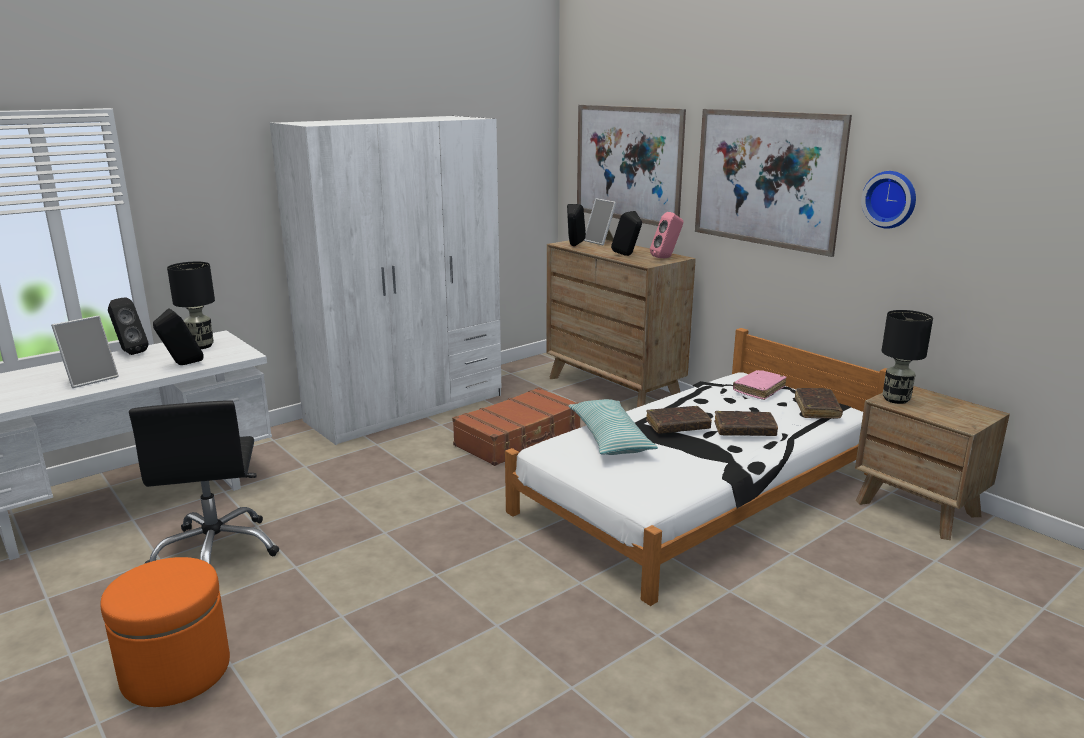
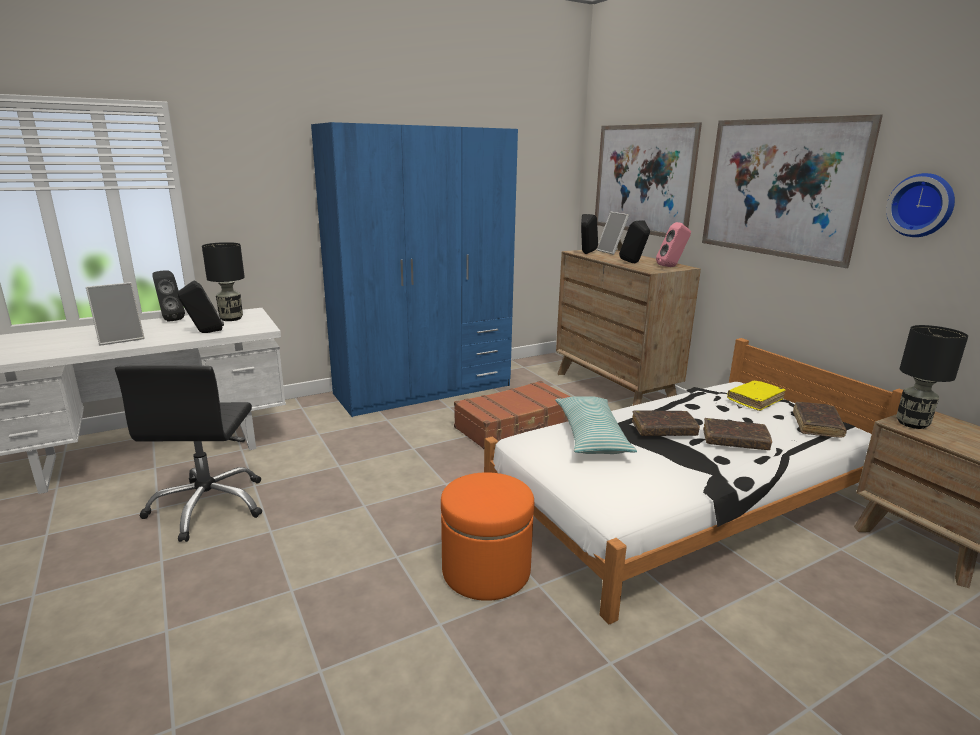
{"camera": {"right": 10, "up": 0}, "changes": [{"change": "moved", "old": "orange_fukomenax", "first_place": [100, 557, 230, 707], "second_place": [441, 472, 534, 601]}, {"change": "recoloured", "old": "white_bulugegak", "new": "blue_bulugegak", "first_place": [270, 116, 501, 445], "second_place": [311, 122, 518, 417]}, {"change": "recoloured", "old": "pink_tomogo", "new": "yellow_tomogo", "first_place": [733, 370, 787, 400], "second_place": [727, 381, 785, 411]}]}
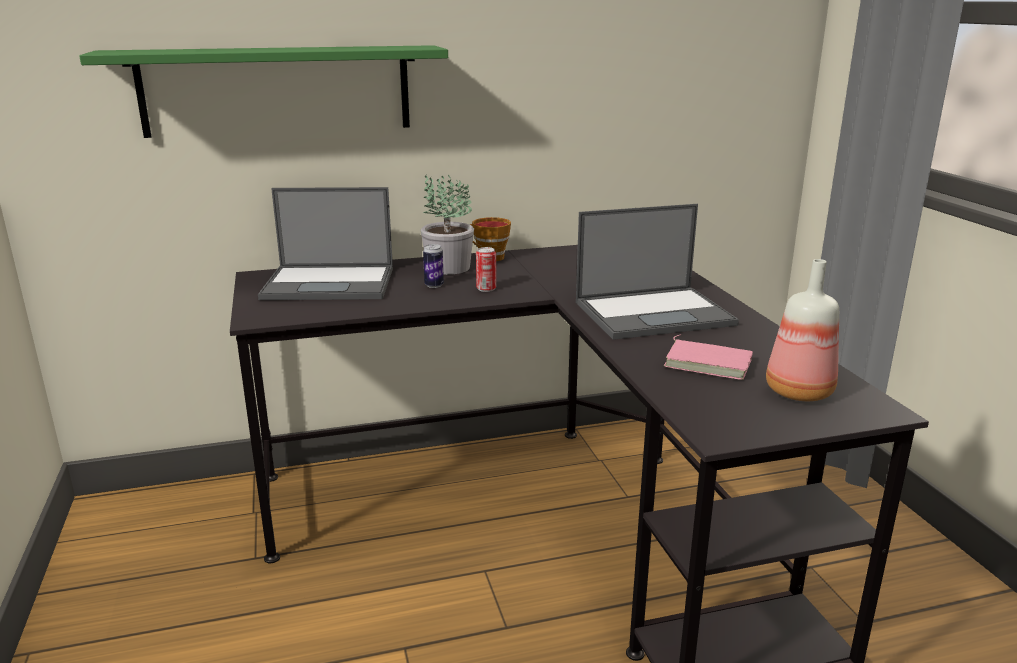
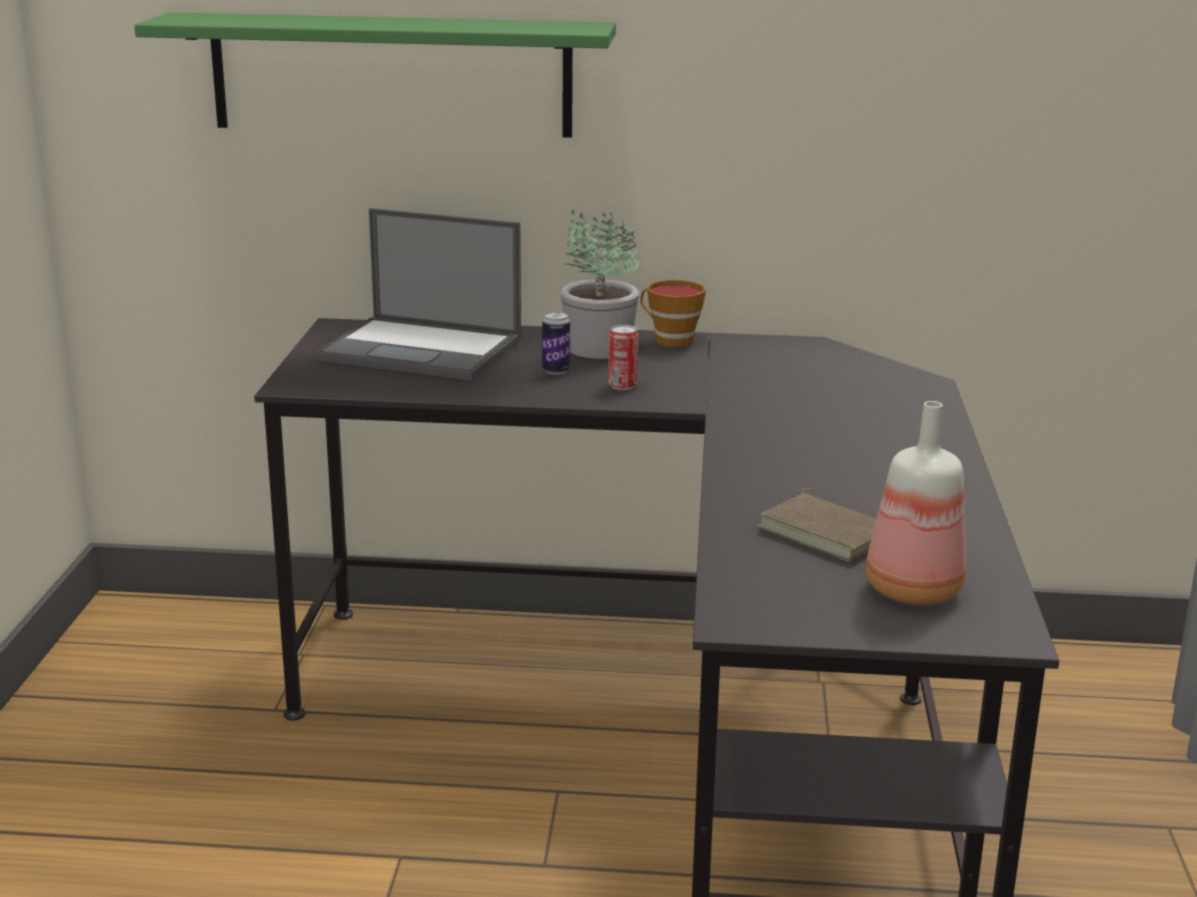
{"camera": {"right": 20, "up": 0}, "changes": [{"change": "removed", "old": "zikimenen", "first_place": [576, 204, 739, 340]}, {"change": "recoloured", "old": "pink_tomogo", "new": "brown_tomogo", "first_place": [664, 335, 753, 380], "second_place": [758, 488, 876, 562]}]}
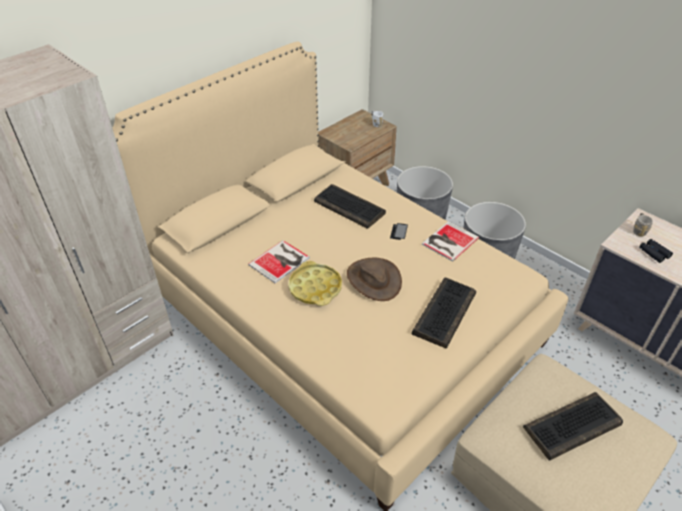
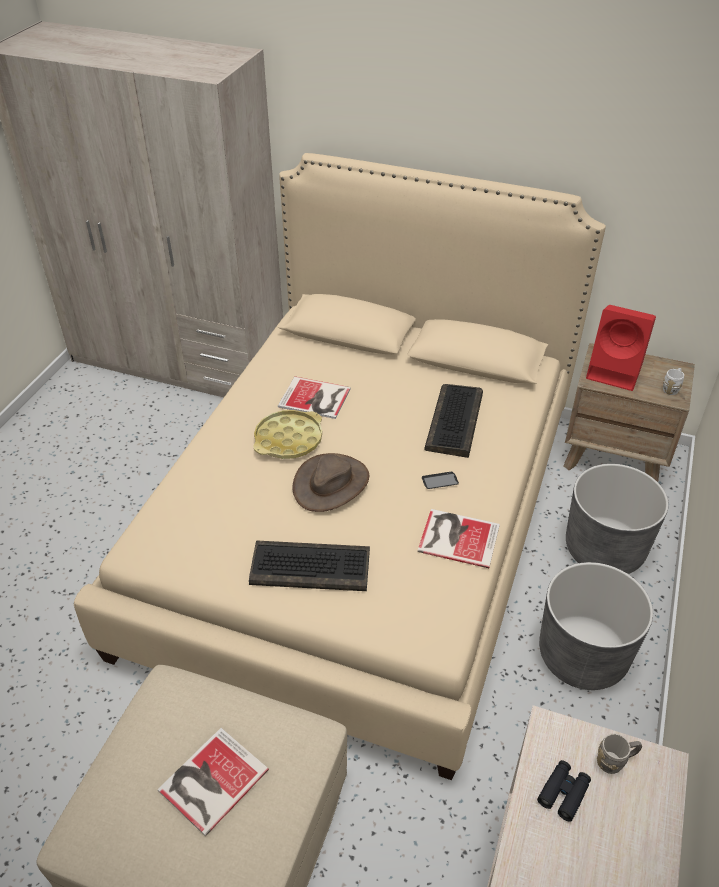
{"camera": {"right": 65, "up": 0}, "changes": [{"change": "replaced", "old": "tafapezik", "new": "tomogo", "first_place": [523, 392, 623, 461], "second_place": [158, 728, 269, 836]}, {"change": "added", "new": "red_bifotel", "second_place": [586, 305, 656, 391]}]}
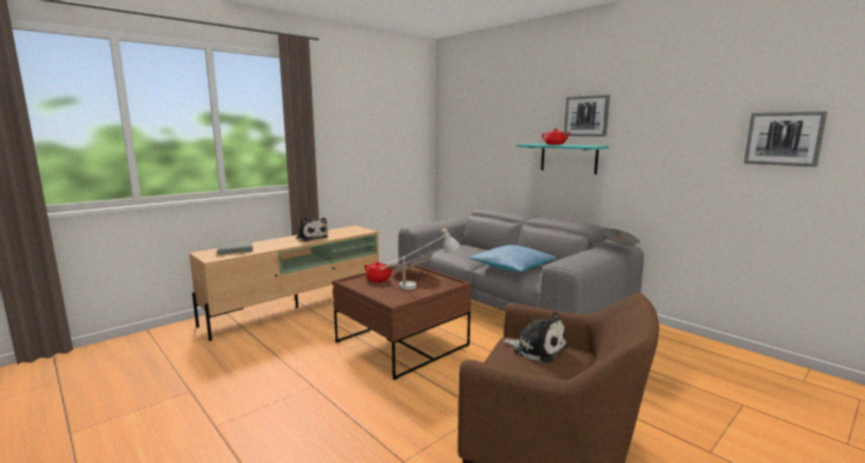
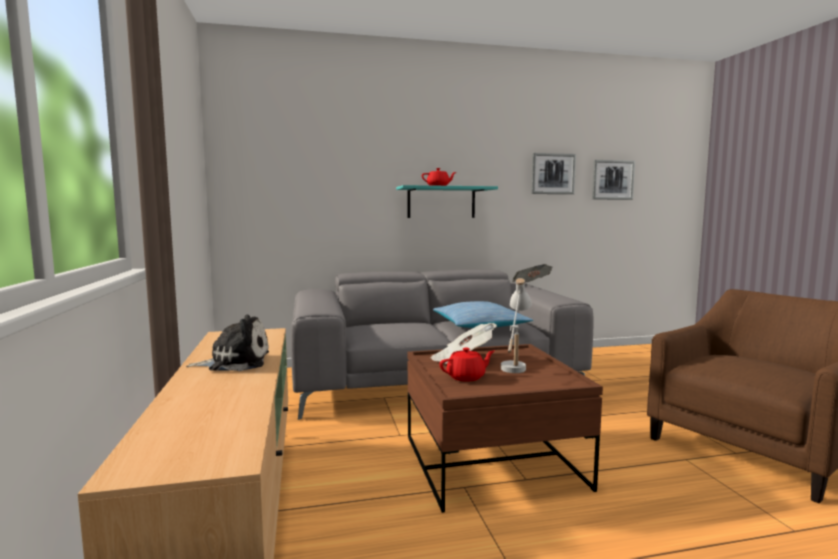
{"camera": {"right": -60, "up": -5}, "changes": [{"change": "removed", "old": "grey_tomogo", "first_place": [217, 240, 253, 255]}, {"change": "removed", "old": "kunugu", "first_place": [502, 312, 567, 363]}, {"change": "moved", "old": "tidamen", "first_place": [564, 95, 610, 137], "second_place": [531, 153, 576, 194]}]}
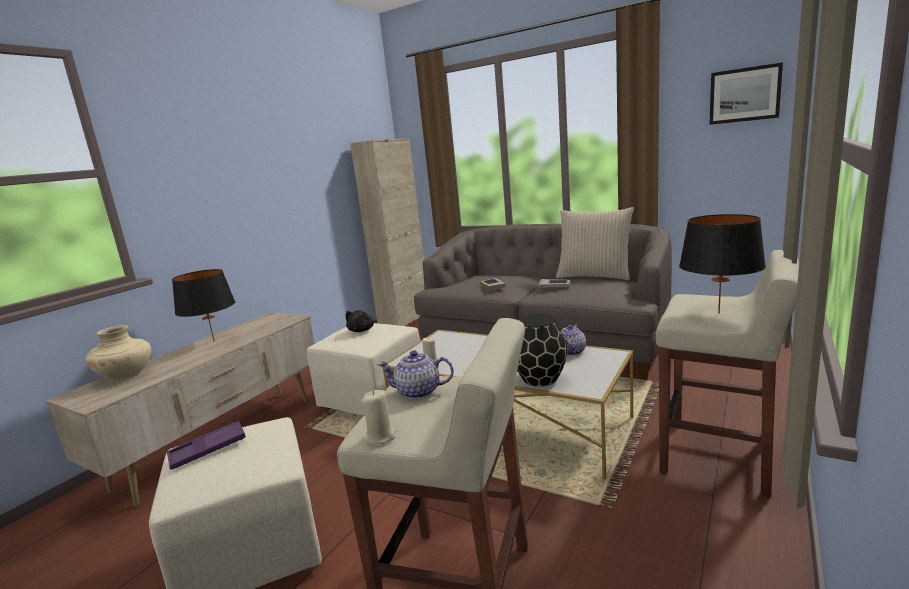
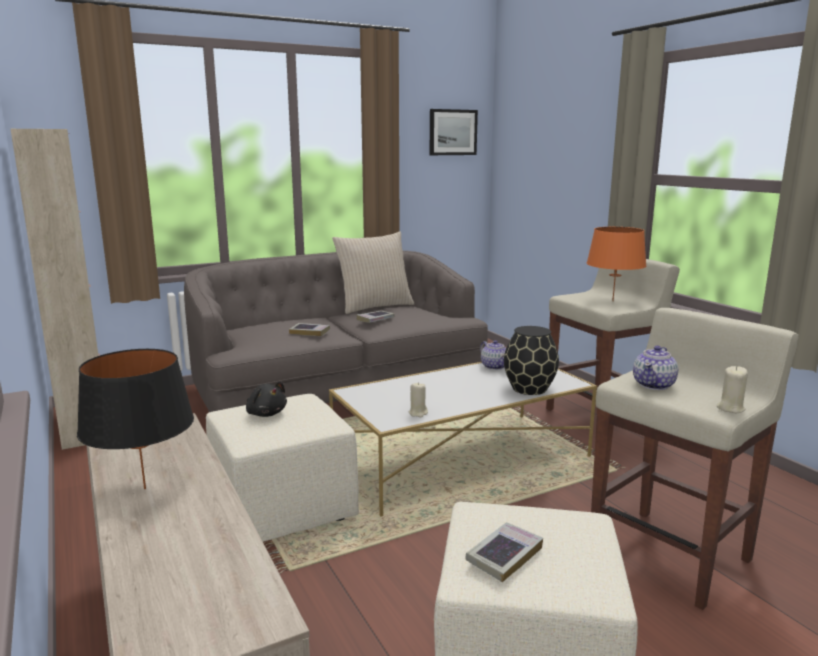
{"camera": {"right": -60, "up": 0}, "changes": [{"change": "removed", "old": "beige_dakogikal", "first_place": [86, 325, 152, 380]}, {"change": "replaced", "old": "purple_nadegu", "new": "tomogo", "first_place": [167, 421, 246, 470], "second_place": [465, 523, 543, 582]}, {"change": "recoloured", "old": "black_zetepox", "new": "orange_zetepox", "first_place": [679, 214, 766, 314], "second_place": [587, 227, 647, 301]}]}
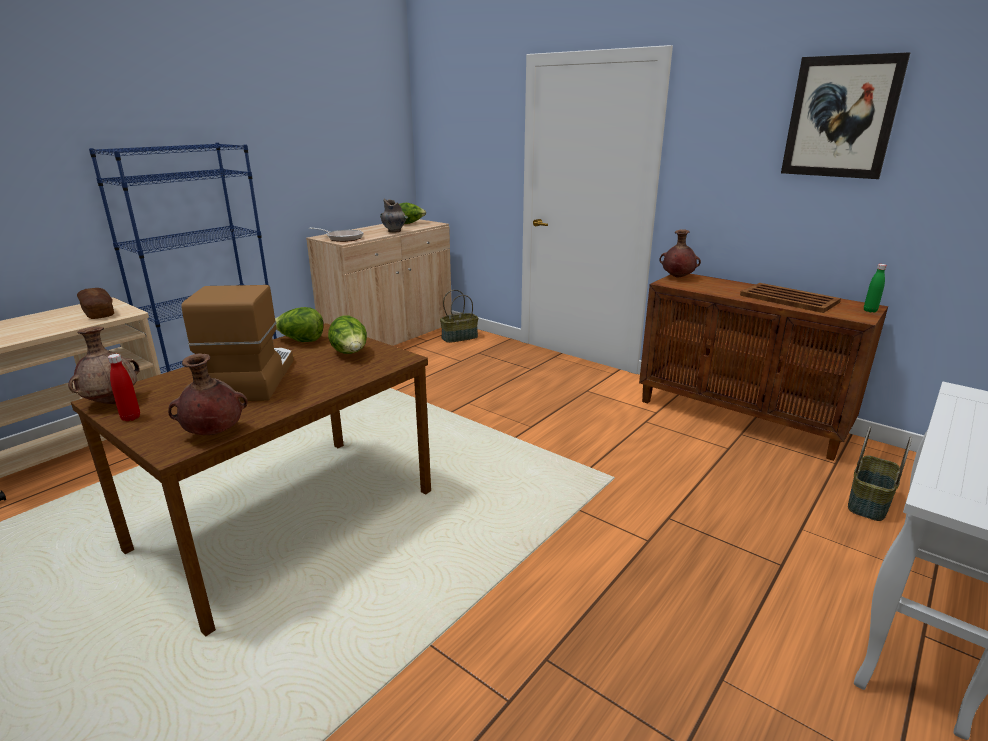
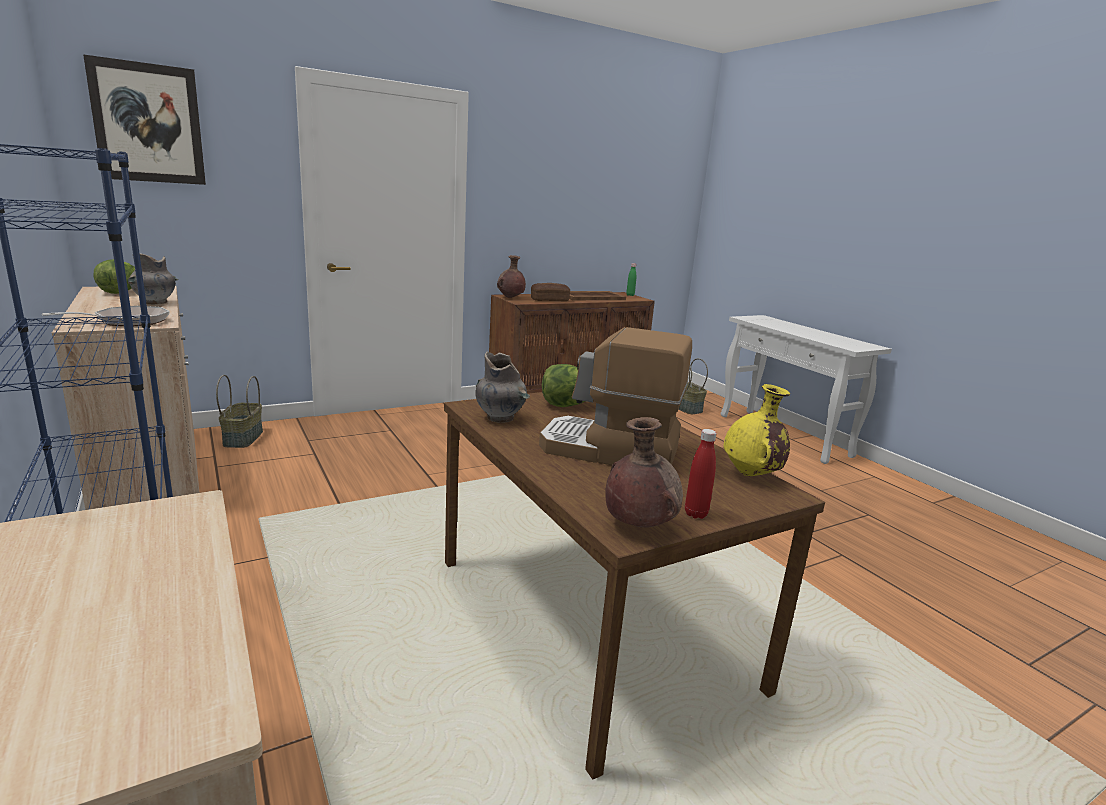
{"camera": {"right": -70, "up": -5}, "changes": [{"change": "moved", "old": "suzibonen", "first_place": [77, 288, 114, 319], "second_place": [531, 283, 570, 301]}, {"change": "recoloured", "old": "brown_dakogikal", "new": "yellow_dakogikal", "first_place": [168, 353, 248, 435], "second_place": [723, 384, 790, 476]}, {"change": "replaced", "old": "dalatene", "new": "grey_dakogikal", "first_place": [275, 307, 324, 342], "second_place": [475, 352, 530, 423]}, {"change": "moved", "old": "tidamen", "first_place": [781, 52, 910, 179], "second_place": [83, 54, 206, 185]}]}
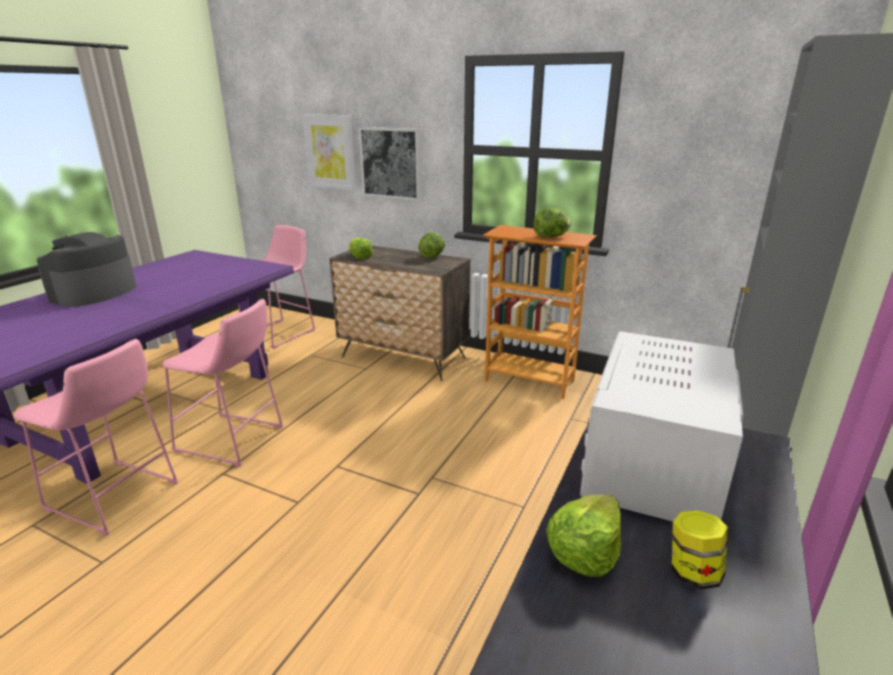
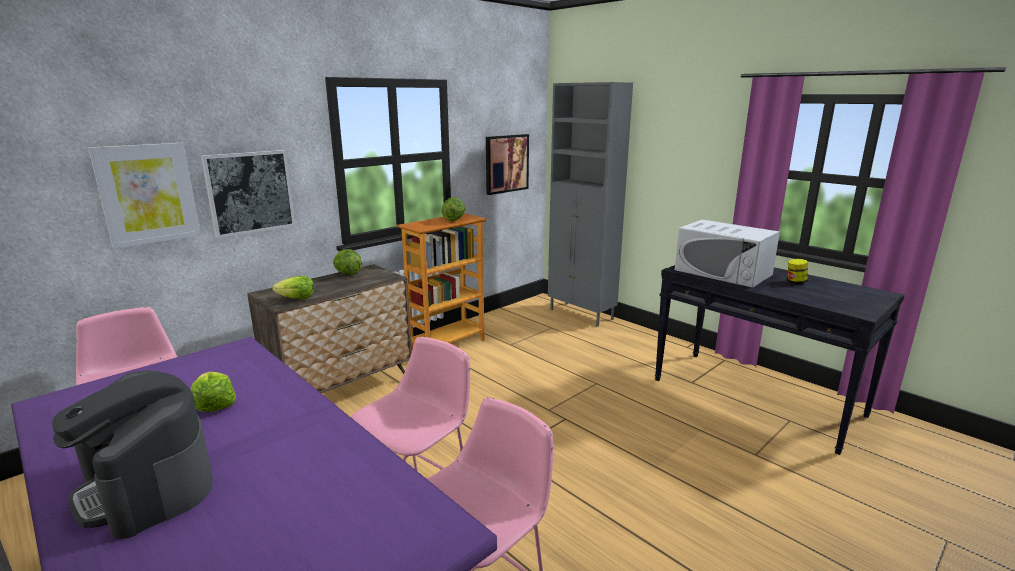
{"camera": {"right": -70, "up": -5}, "changes": [{"change": "moved", "old": "dalatene", "first_place": [546, 494, 621, 577], "second_place": [190, 372, 236, 412]}, {"change": "added", "new": "tidamen", "second_place": [486, 134, 529, 195]}]}
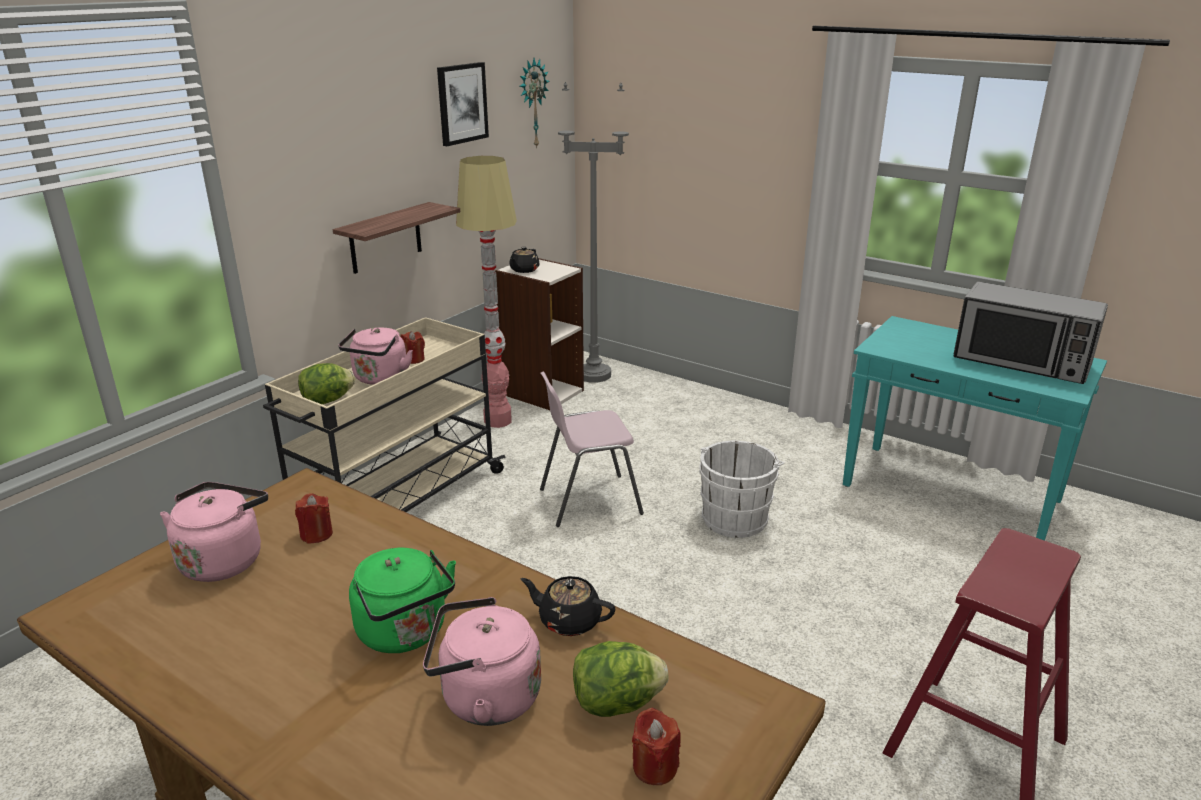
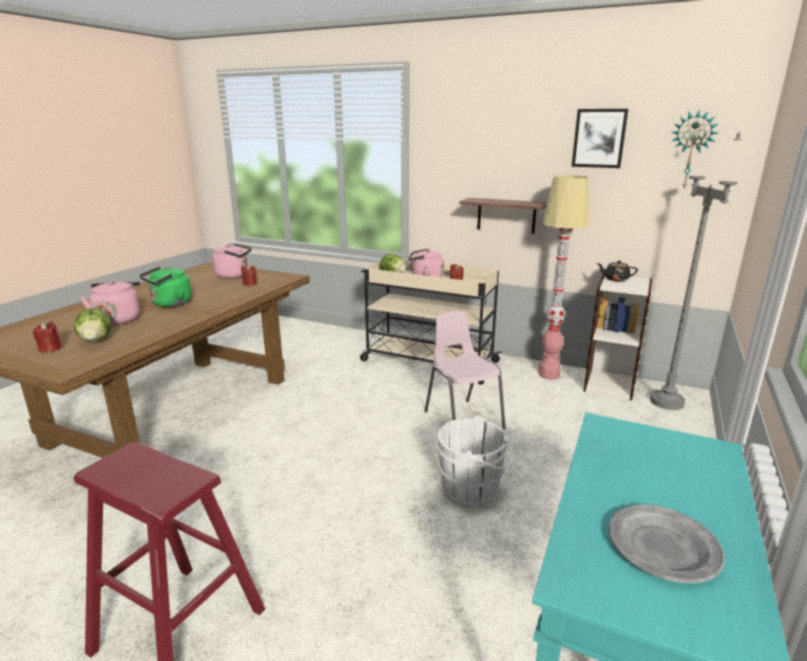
{"camera": {"right": 80, "up": -5}, "changes": [{"change": "removed", "old": "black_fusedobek", "first_place": [520, 576, 615, 636]}, {"change": "replaced", "old": "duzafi", "new": "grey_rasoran", "first_place": [954, 282, 1108, 384], "second_place": [608, 504, 725, 583]}]}
